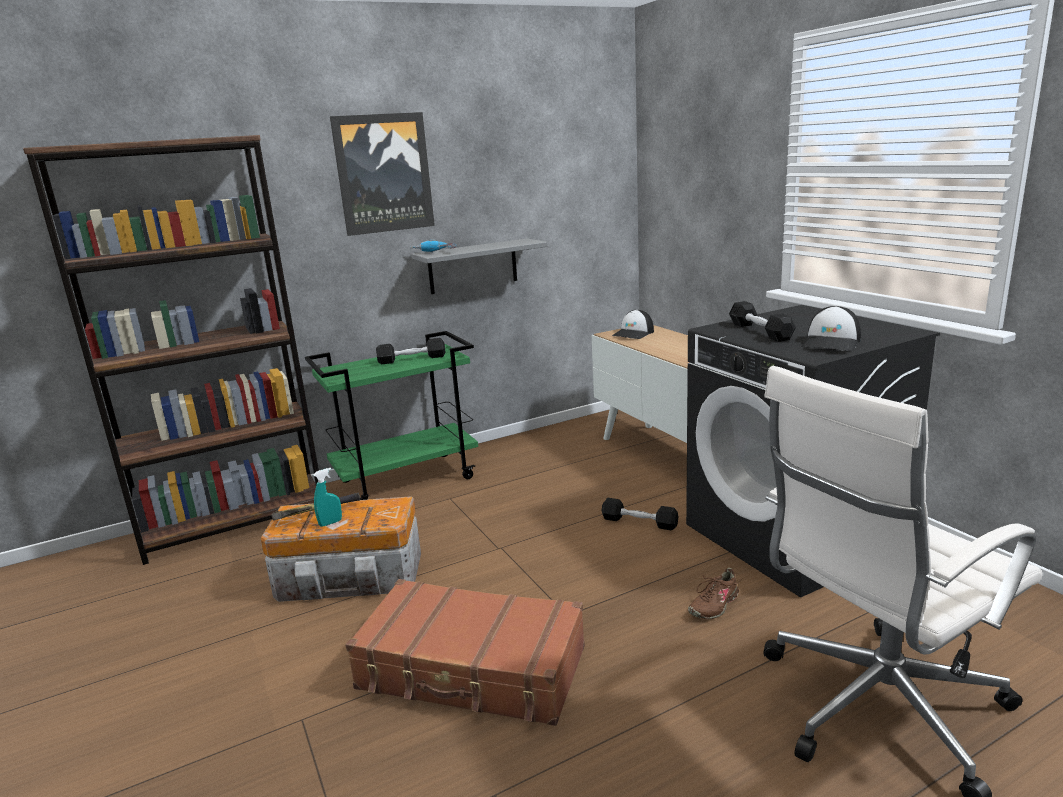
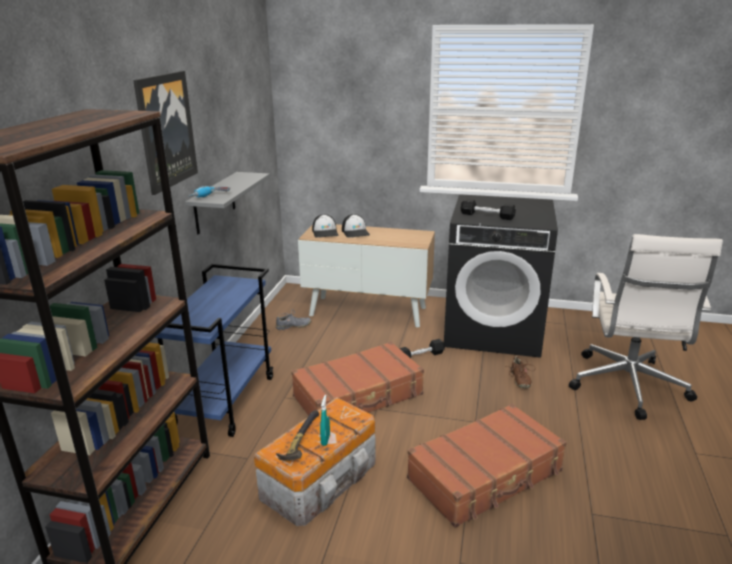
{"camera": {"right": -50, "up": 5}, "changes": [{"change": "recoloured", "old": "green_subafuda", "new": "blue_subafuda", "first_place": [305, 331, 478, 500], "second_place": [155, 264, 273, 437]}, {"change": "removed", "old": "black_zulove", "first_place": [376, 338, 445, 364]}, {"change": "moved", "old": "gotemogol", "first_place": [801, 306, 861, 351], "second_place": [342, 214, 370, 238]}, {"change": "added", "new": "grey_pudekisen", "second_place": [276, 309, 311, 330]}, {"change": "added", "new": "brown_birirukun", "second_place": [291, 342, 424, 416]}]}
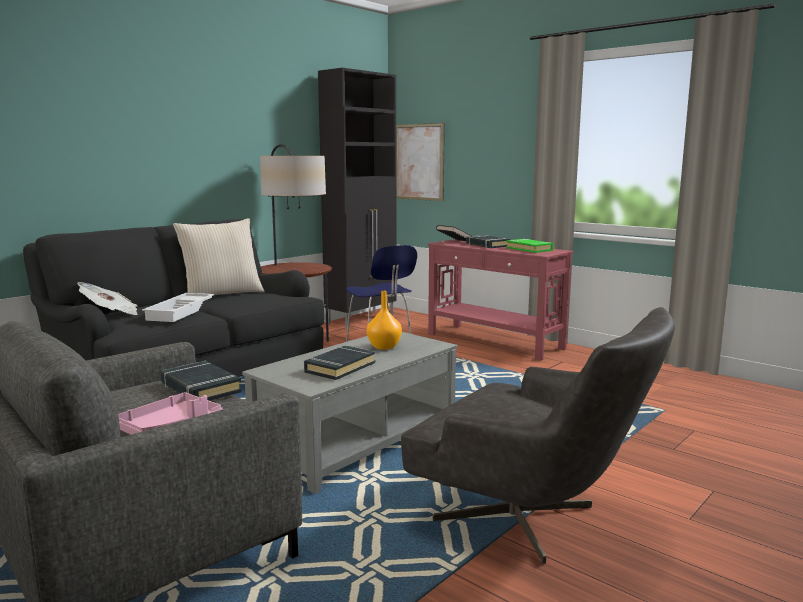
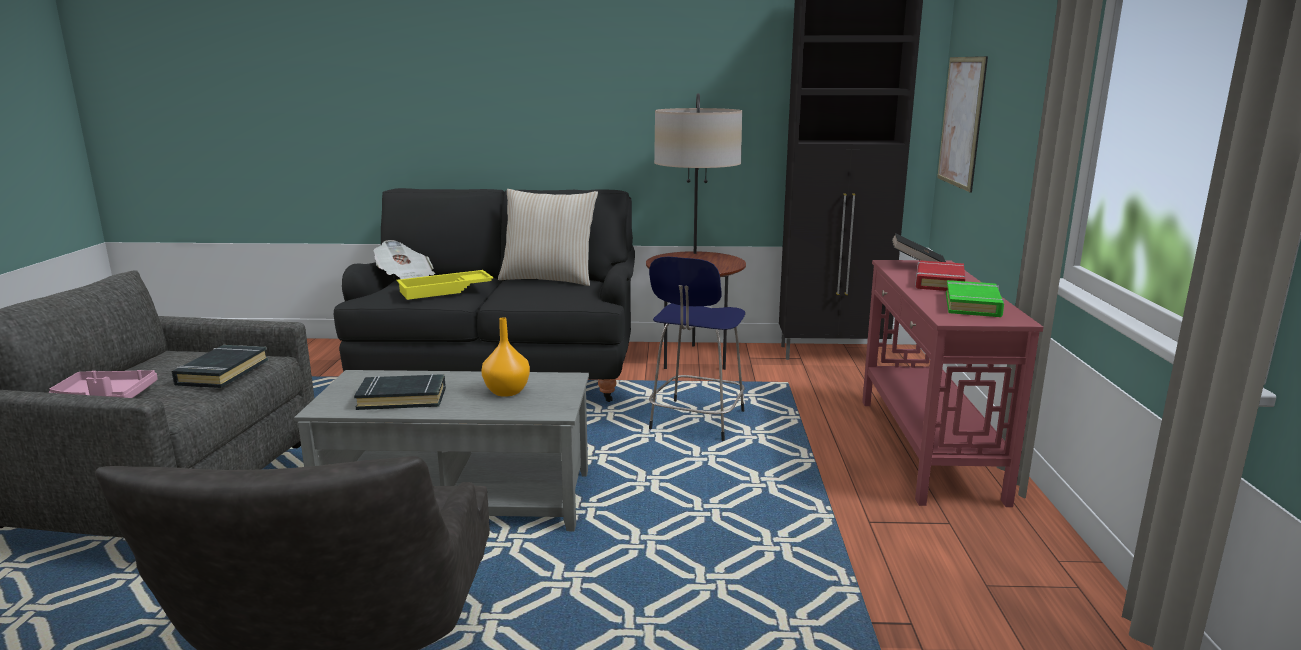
{"camera": {"right": 50, "up": 5}, "changes": [{"change": "recoloured", "old": "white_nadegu", "new": "yellow_nadegu", "first_place": [142, 293, 214, 322], "second_place": [396, 270, 494, 300]}, {"change": "recoloured", "old": "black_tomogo", "new": "red_tomogo", "first_place": [466, 235, 510, 248], "second_place": [915, 261, 965, 291]}]}
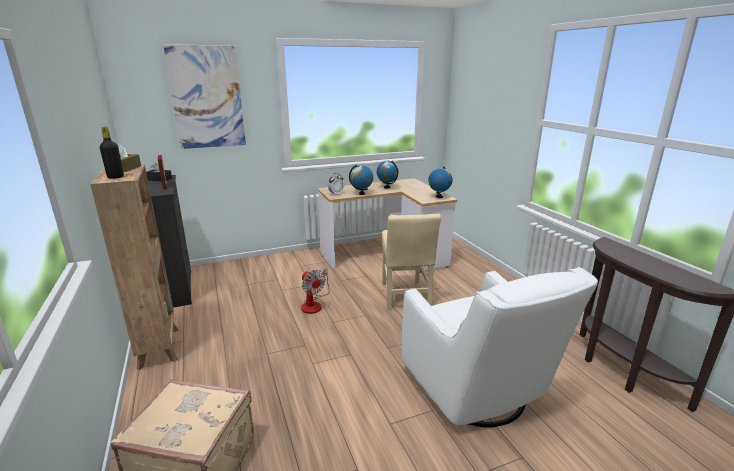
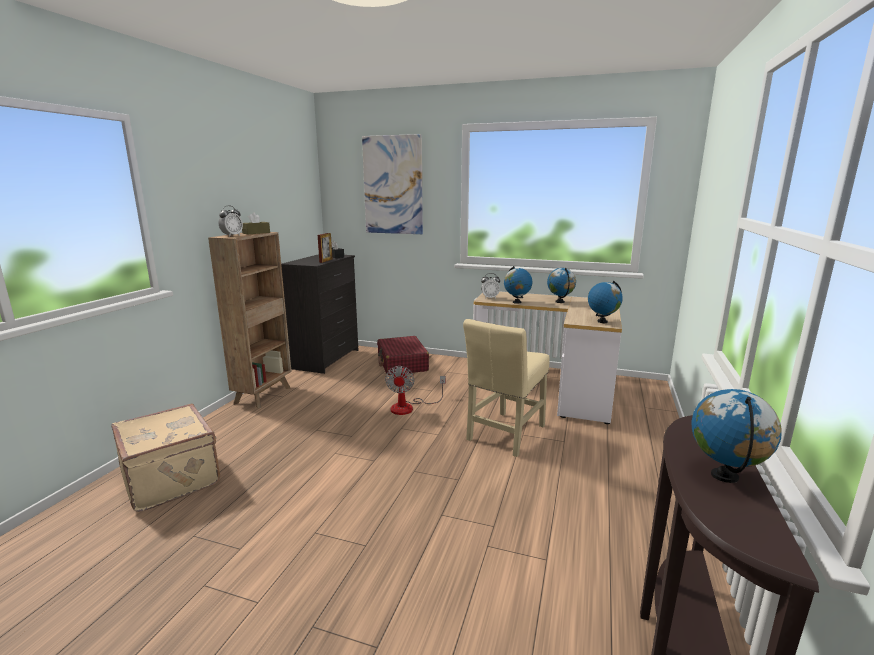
{"camera": {"right": 40, "up": -5}, "changes": [{"change": "replaced", "old": "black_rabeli", "new": "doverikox", "first_place": [100, 127, 124, 179], "second_place": [218, 206, 243, 237]}, {"change": "removed", "old": "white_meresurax", "first_place": [401, 267, 598, 427]}, {"change": "added", "new": "red_birirukun", "second_place": [377, 336, 429, 375]}, {"change": "added", "new": "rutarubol", "second_place": [691, 389, 782, 483]}]}
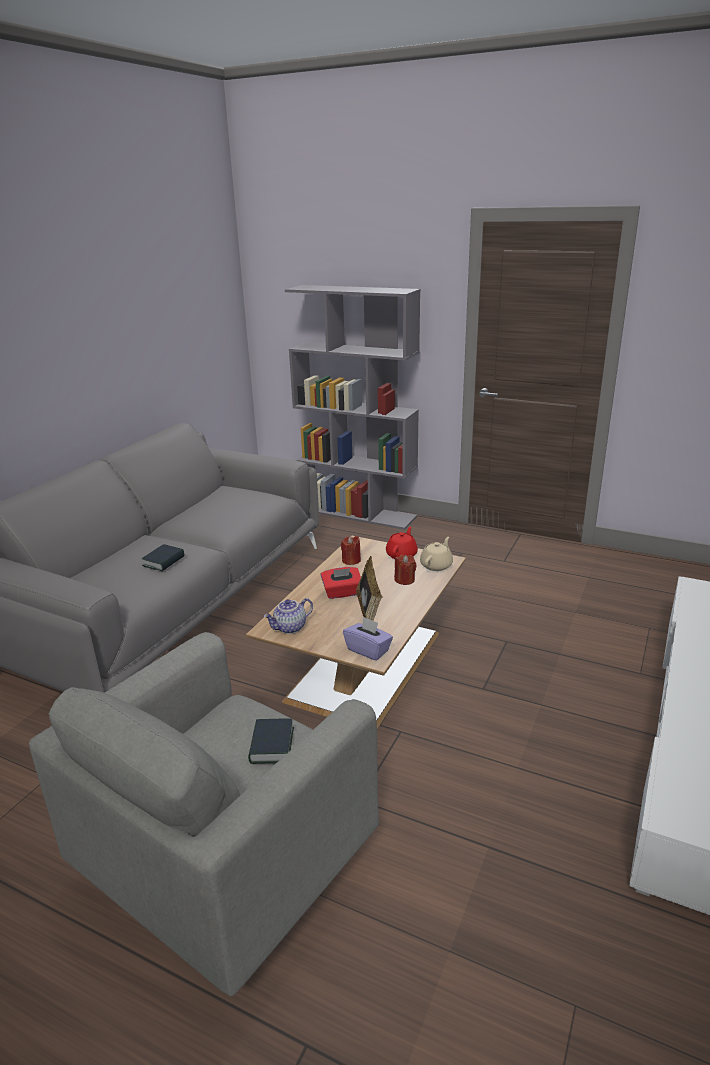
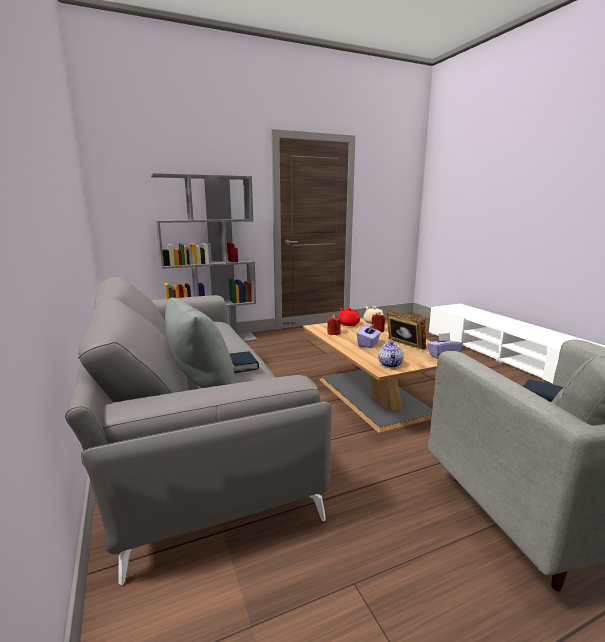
{"camera": {"right": -50, "up": -10}, "changes": [{"change": "recoloured", "old": "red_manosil", "new": "purple_manosil", "first_place": [321, 567, 361, 599], "second_place": [357, 323, 381, 348]}, {"change": "added", "new": "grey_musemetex", "second_place": [165, 298, 236, 388]}]}
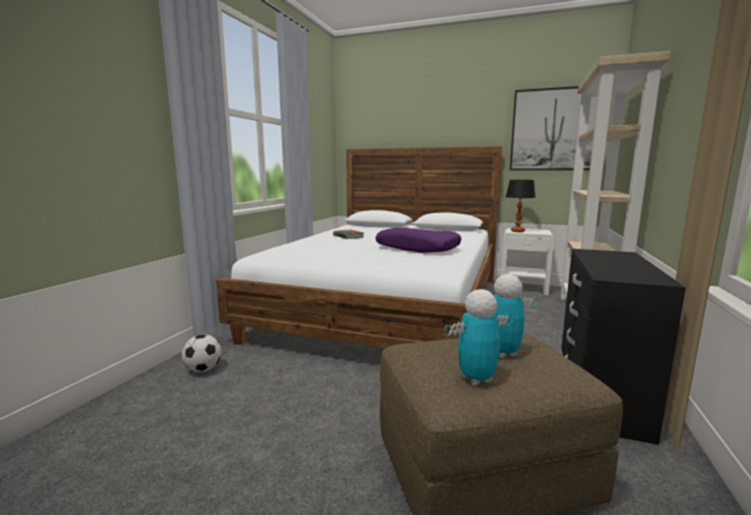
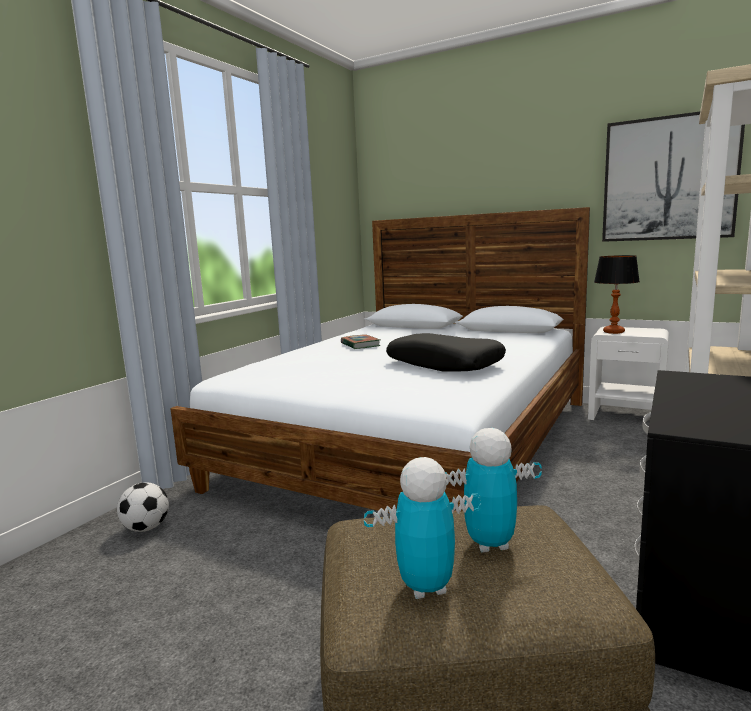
{"camera": {"right": 10, "up": 0}, "changes": [{"change": "recoloured", "old": "purple_musemetex", "new": "black_musemetex", "first_place": [376, 228, 461, 253], "second_place": [386, 333, 506, 371]}]}
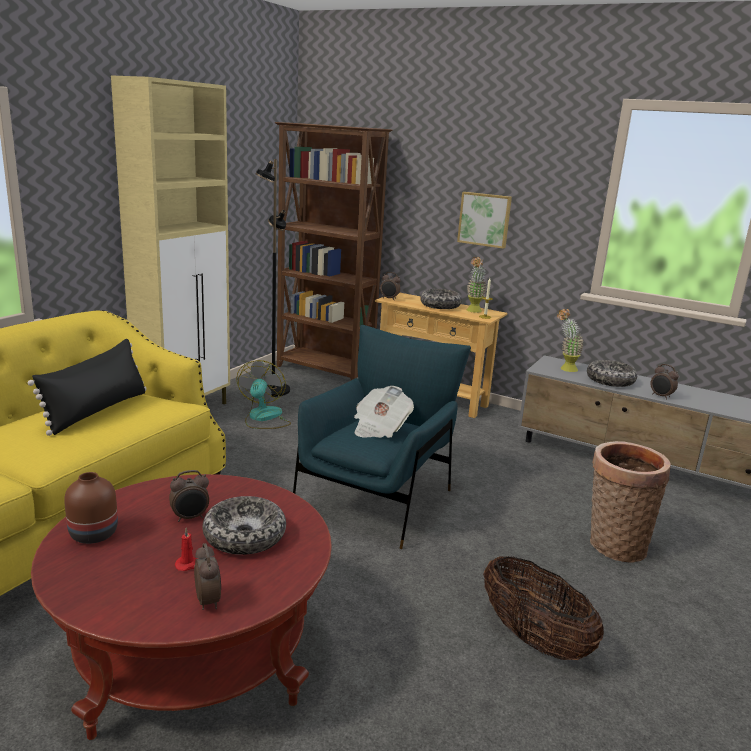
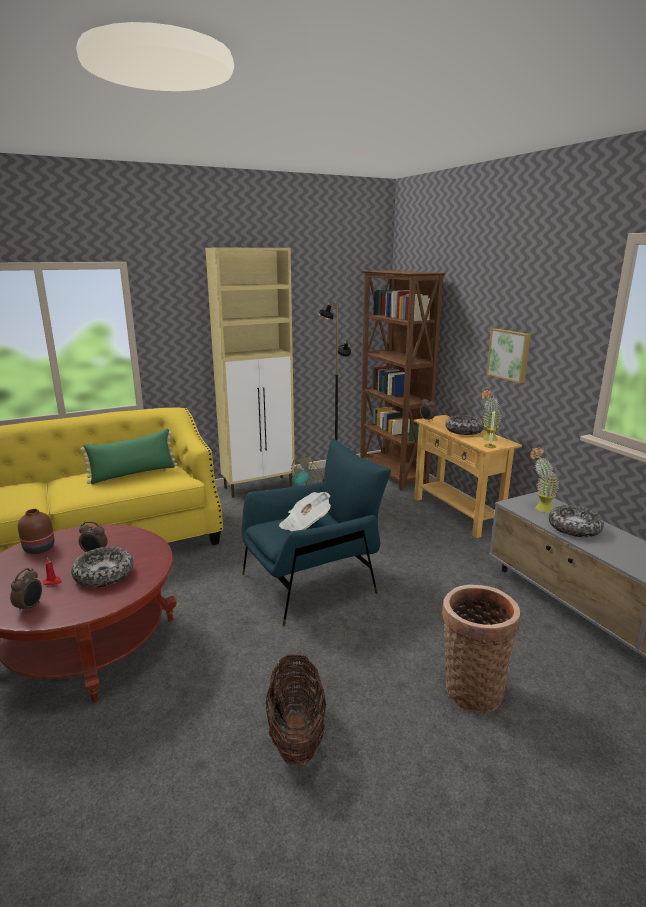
{"camera": {"right": 35, "up": 0}, "changes": [{"change": "recoloured", "old": "black_musemetex", "new": "green_musemetex", "first_place": [28, 339, 147, 436], "second_place": [80, 429, 177, 484]}, {"change": "removed", "old": "doverikox", "first_place": [651, 364, 679, 399]}]}
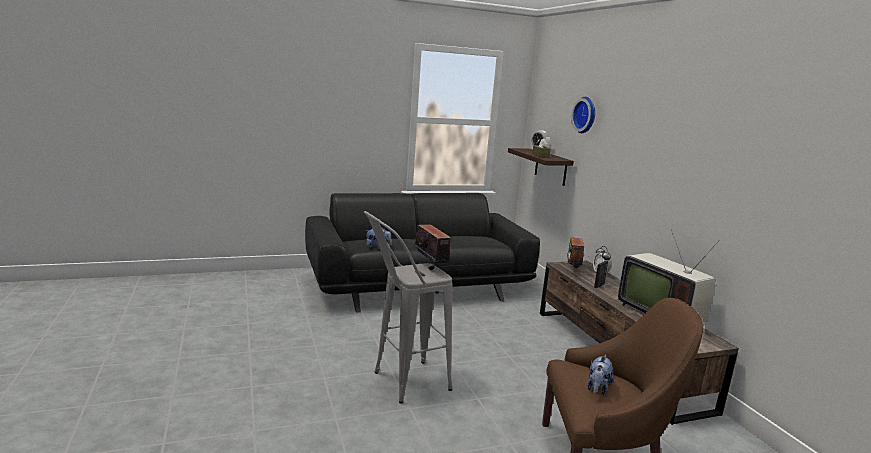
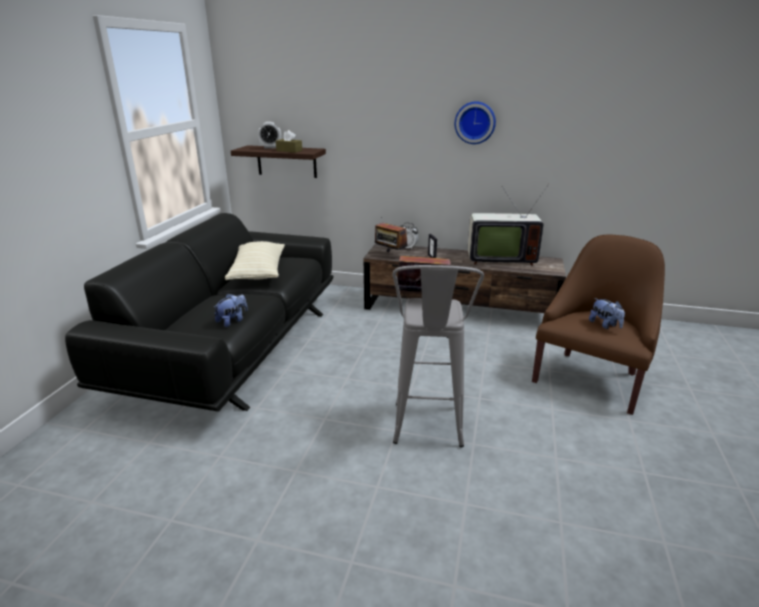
{"camera": {"right": -55, "up": 10}, "changes": [{"change": "moved", "old": "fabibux", "first_place": [571, 97, 595, 133], "second_place": [455, 101, 496, 144]}, {"change": "added", "new": "beige_musemetex", "second_place": [225, 241, 285, 280]}]}
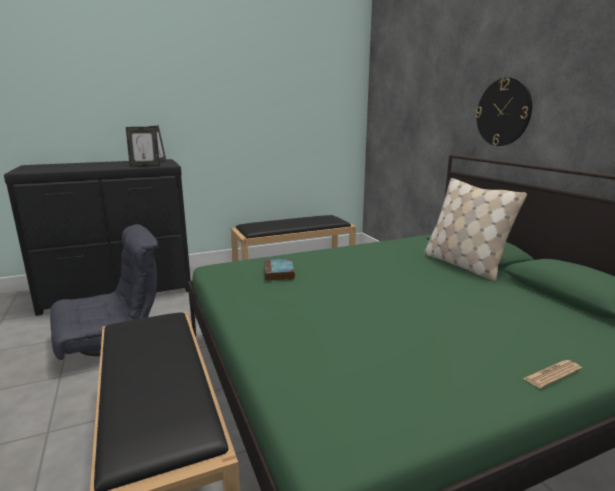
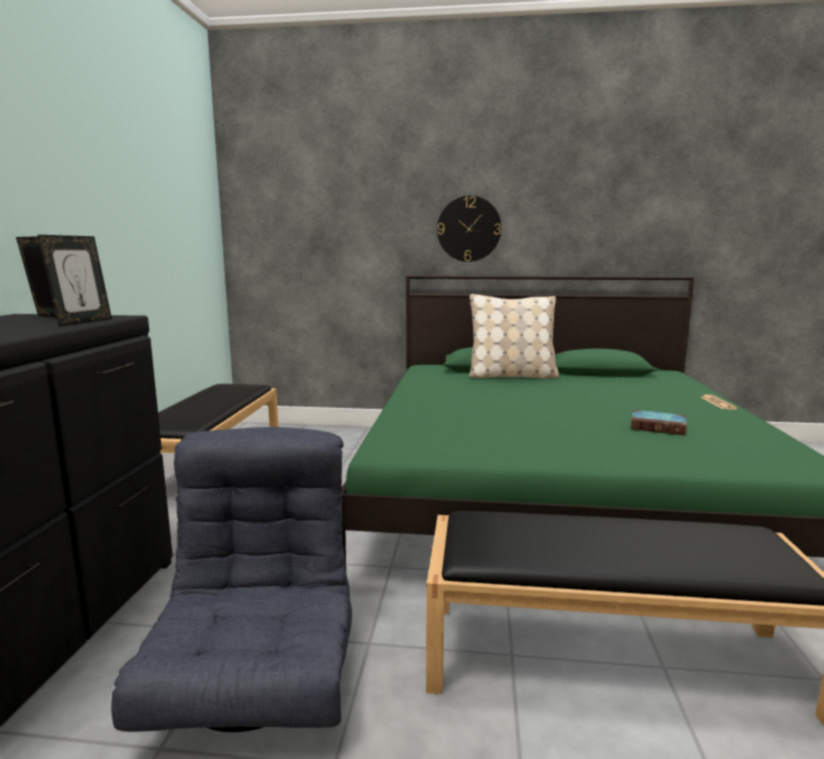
{"camera": {"right": -60, "up": -5}, "changes": [{"change": "moved", "old": "tomogo", "first_place": [264, 259, 295, 281], "second_place": [631, 410, 687, 436]}]}
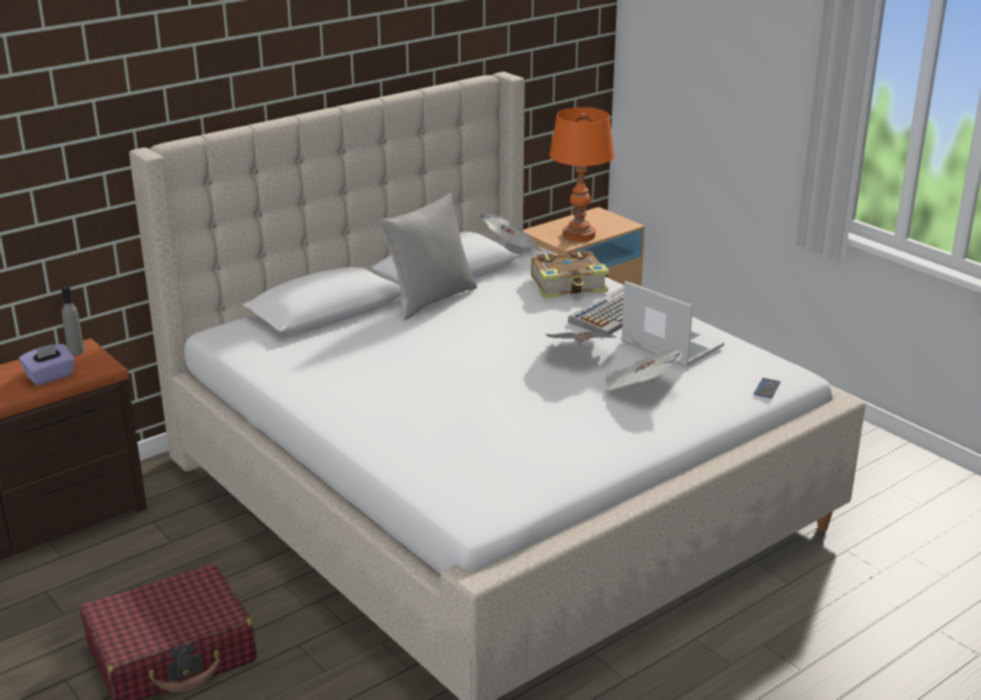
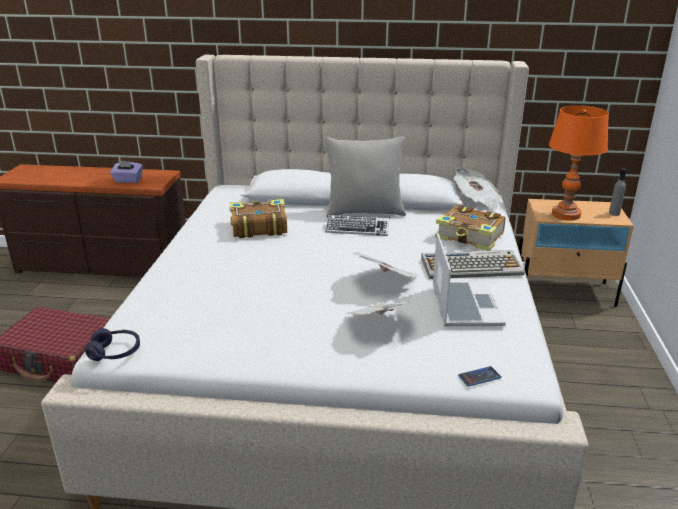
{"camera": {"right": 45, "up": 0}, "changes": [{"change": "moved", "old": "grey_rabeli", "first_place": [62, 286, 84, 356], "second_place": [609, 168, 627, 216]}, {"change": "added", "new": "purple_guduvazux", "second_place": [85, 328, 140, 361]}, {"change": "added", "new": "tomogo", "second_place": [229, 199, 287, 238]}, {"change": "added", "new": "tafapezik", "second_place": [325, 215, 389, 236]}]}
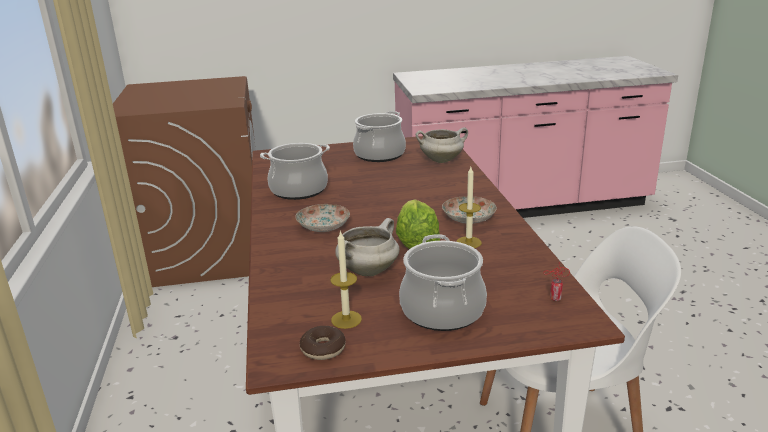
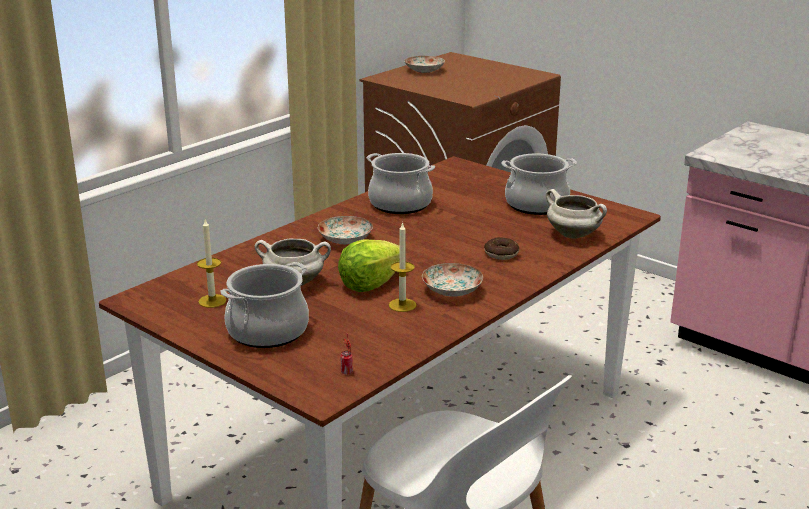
{"camera": {"right": 50, "up": 0}, "changes": [{"change": "moved", "old": "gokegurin", "first_place": [300, 326, 345, 360], "second_place": [484, 237, 519, 260]}, {"change": "added", "new": "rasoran", "second_place": [404, 56, 445, 73]}]}
